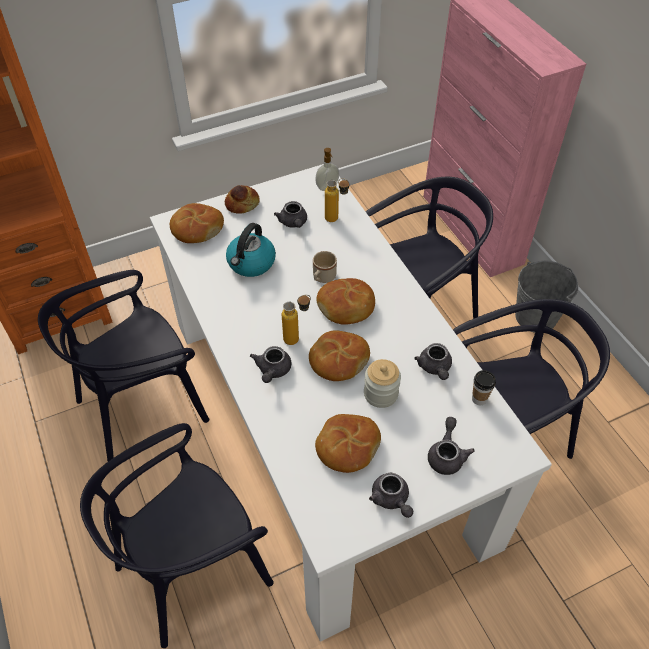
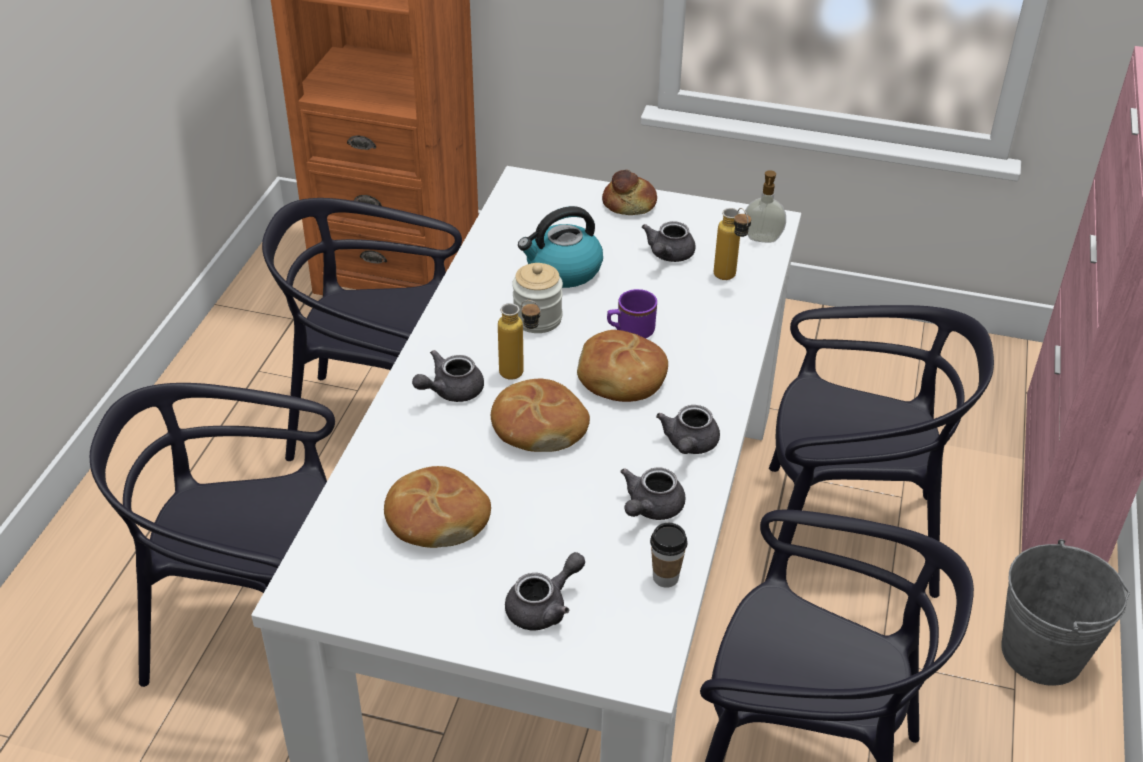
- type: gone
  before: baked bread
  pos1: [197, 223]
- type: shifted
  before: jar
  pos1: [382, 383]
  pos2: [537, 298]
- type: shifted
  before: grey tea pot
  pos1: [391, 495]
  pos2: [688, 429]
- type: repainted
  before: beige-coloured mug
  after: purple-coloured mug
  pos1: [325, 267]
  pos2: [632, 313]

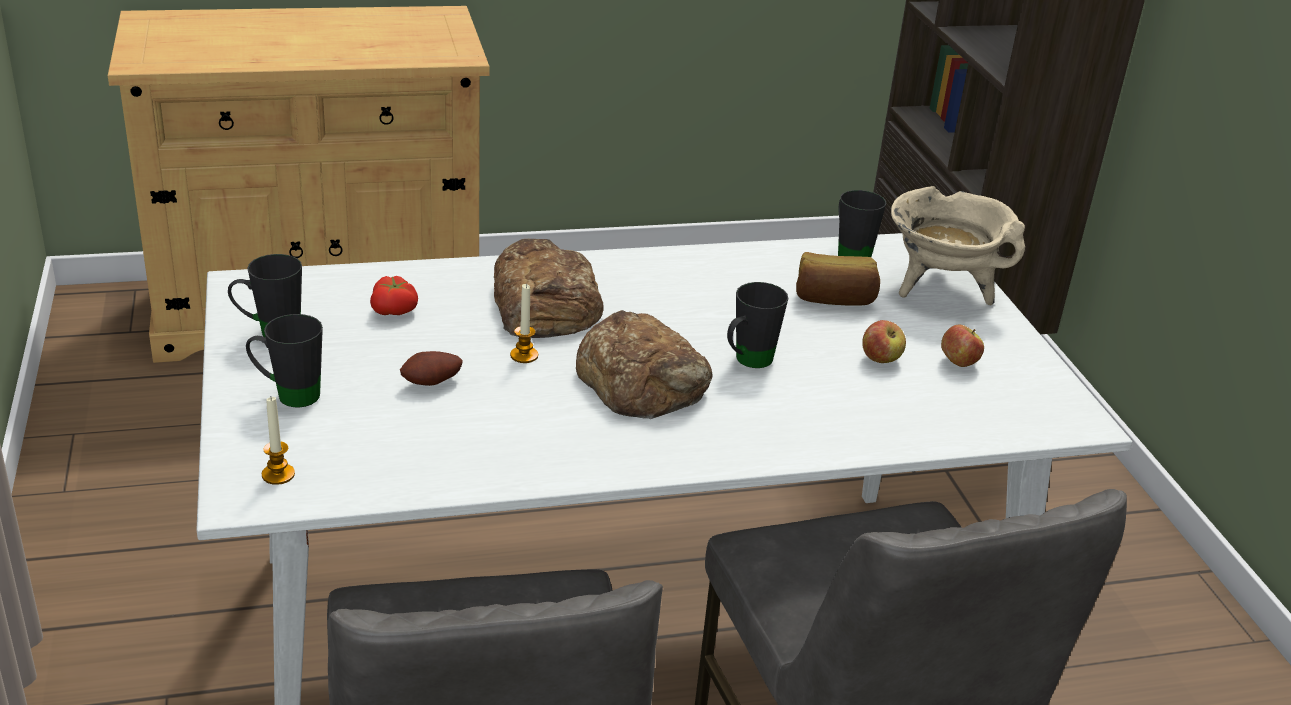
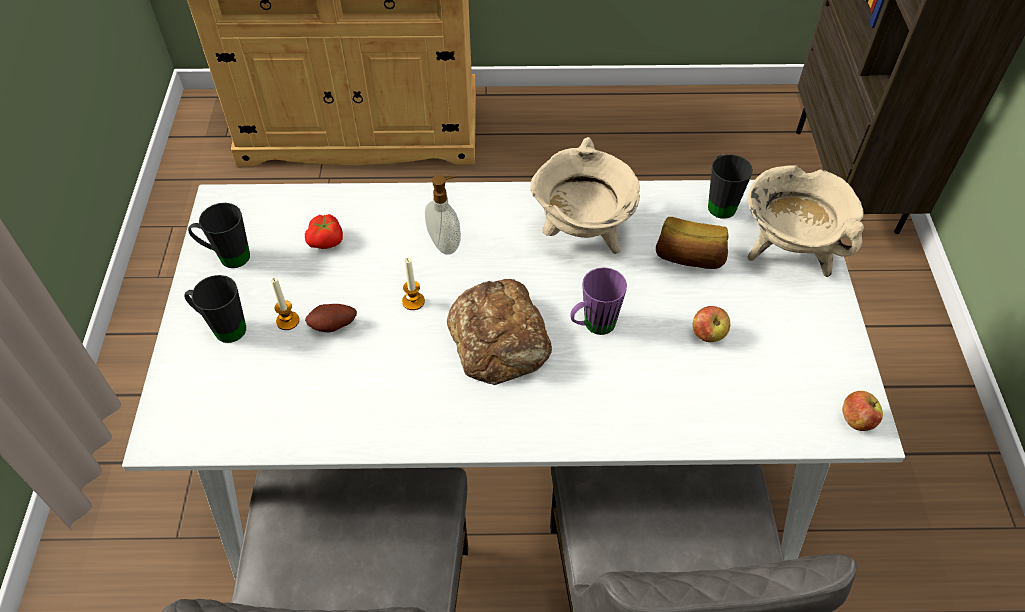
- type: new
  after: beige-coloured stockpot
  pos2: [585, 195]
- type: shifted
  before: wax light
  pos1: [278, 441]
  pos2: [285, 304]
- type: shifted
  before: apple
  pos1: [962, 346]
  pos2: [862, 411]
- type: swapped
  before: baked bread
  after: liquid soap bottle
  pos1: [549, 288]
  pos2: [443, 215]
- type: repainted
  before: black-coloured mug
  after: purple-coloured mug
  pos1: [757, 325]
  pos2: [598, 301]

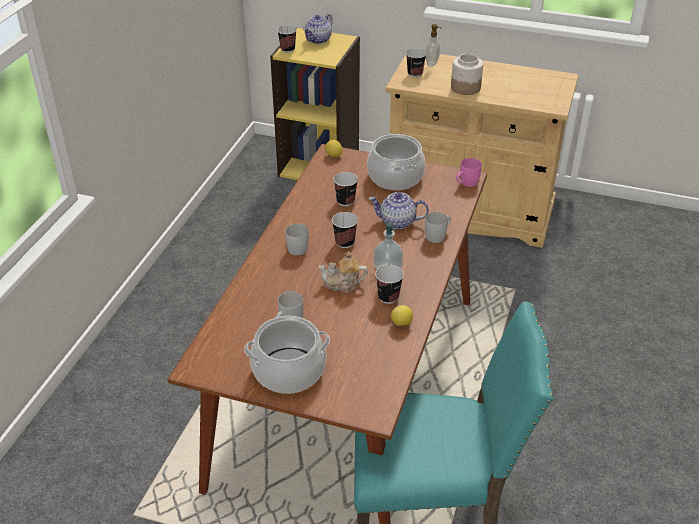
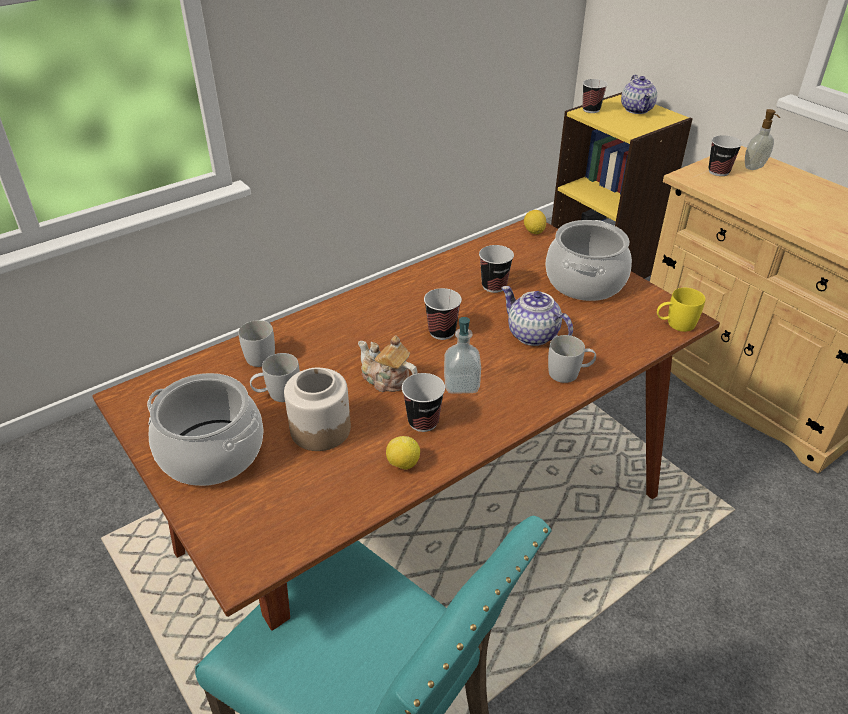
- type: shifted
  before: white mug
  pos1: [297, 239]
  pos2: [256, 343]
- type: shifted
  before: jar
  pos1: [467, 74]
  pos2: [317, 409]
- type: repainted
  before: pinkish mug
  after: yellowish mug
  pos1: [469, 172]
  pos2: [681, 310]
- type: rotated
  before: tea pot
  pos1: [318, 29]
  pos2: [639, 94]
  turn: -75

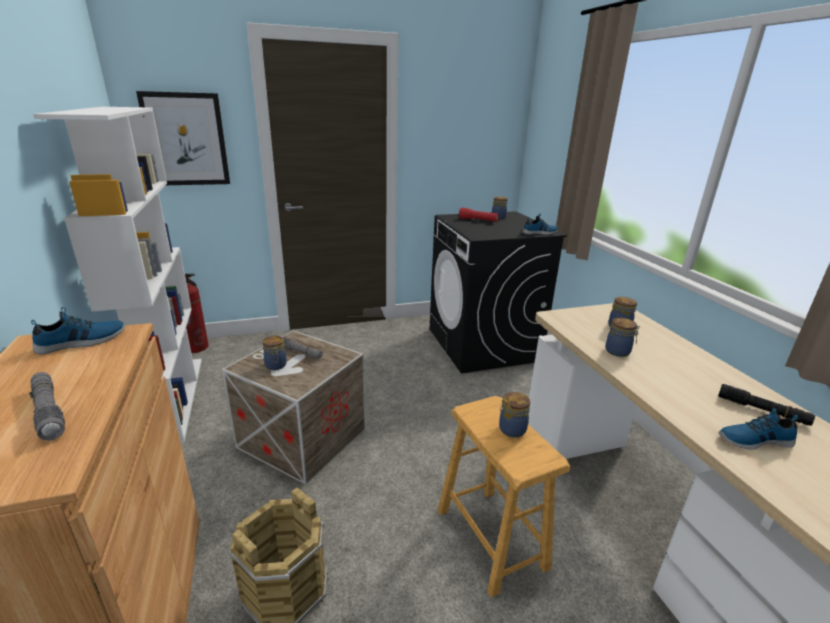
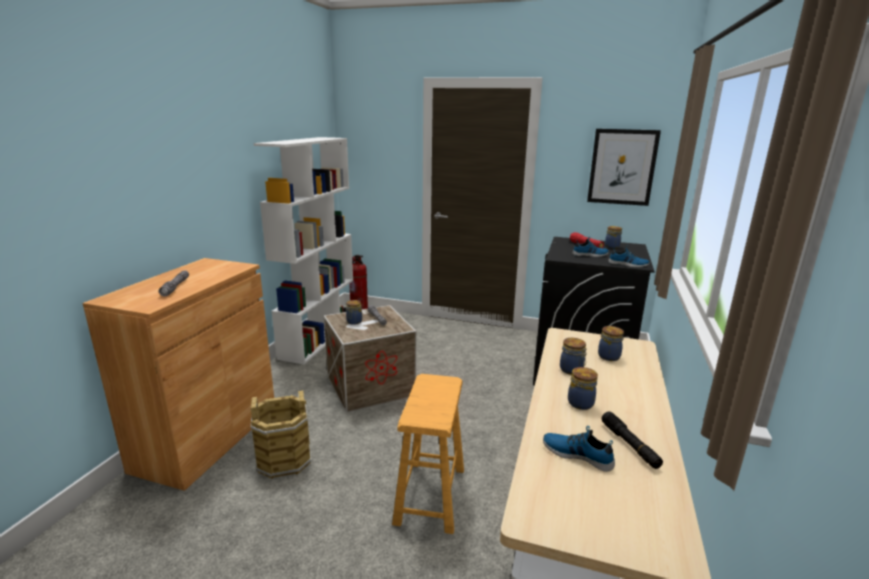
- type: shifted
  before: item of footwear
  pos1: [78, 330]
  pos2: [590, 247]
- type: shifted
  before: wall picture
  pos1: [183, 138]
  pos2: [624, 167]
- type: shifted
  before: jar
  pos1: [514, 414]
  pos2: [583, 388]

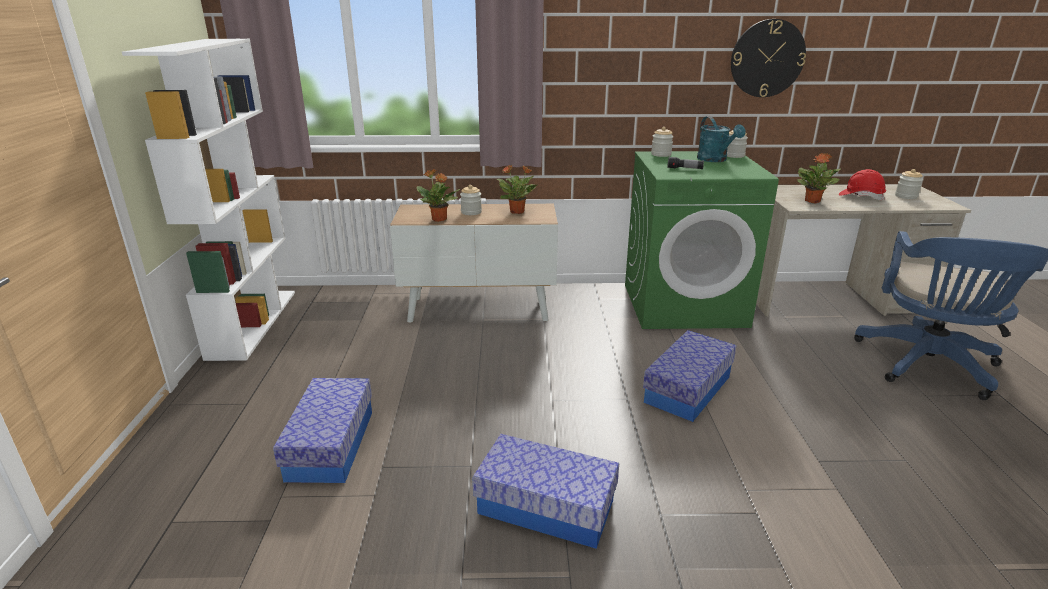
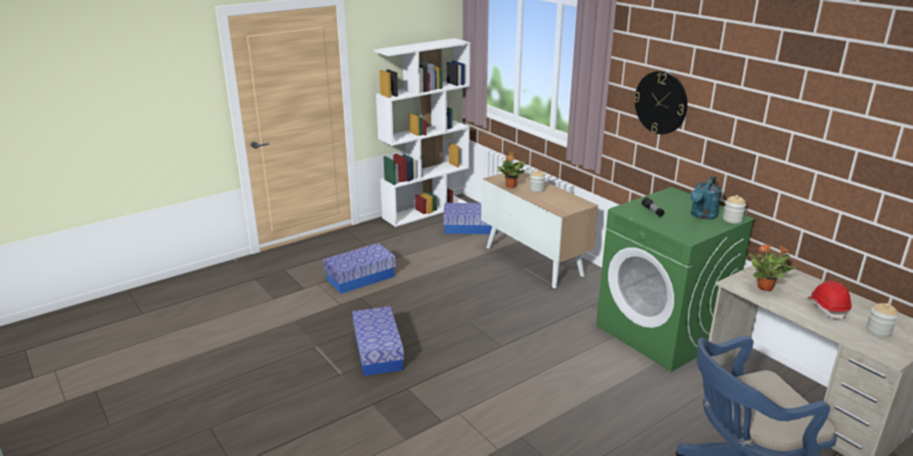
- type: gone
  before: houseplant
  pos1: [517, 189]
- type: gone
  before: jar
  pos1: [662, 142]
- type: shifted
  before: storage box
  pos1: [689, 376]
  pos2: [470, 218]
- type: shifted
  before: hanging clock
  pos1: [768, 58]
  pos2: [660, 102]

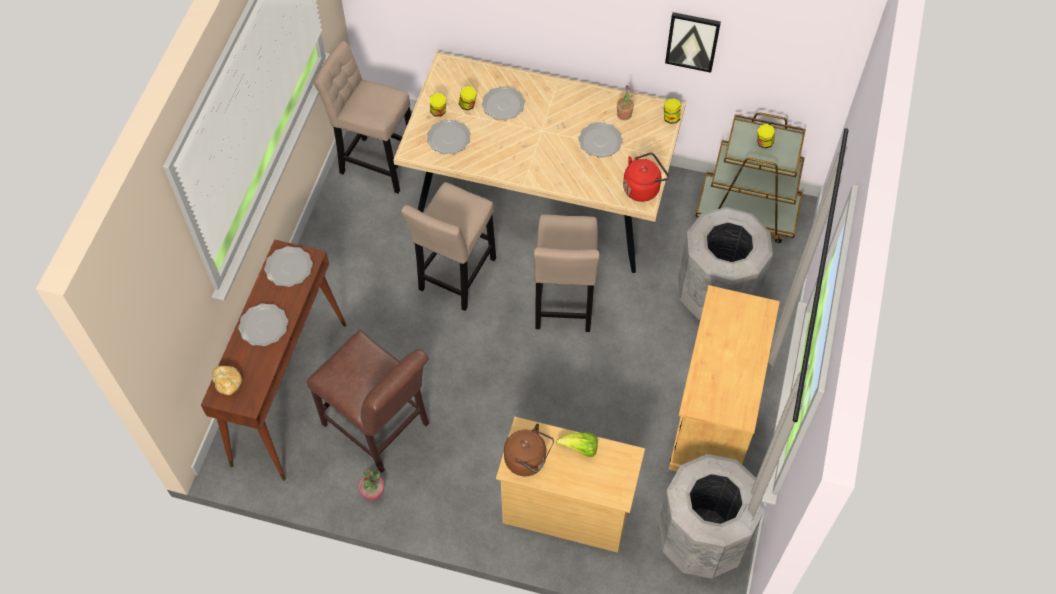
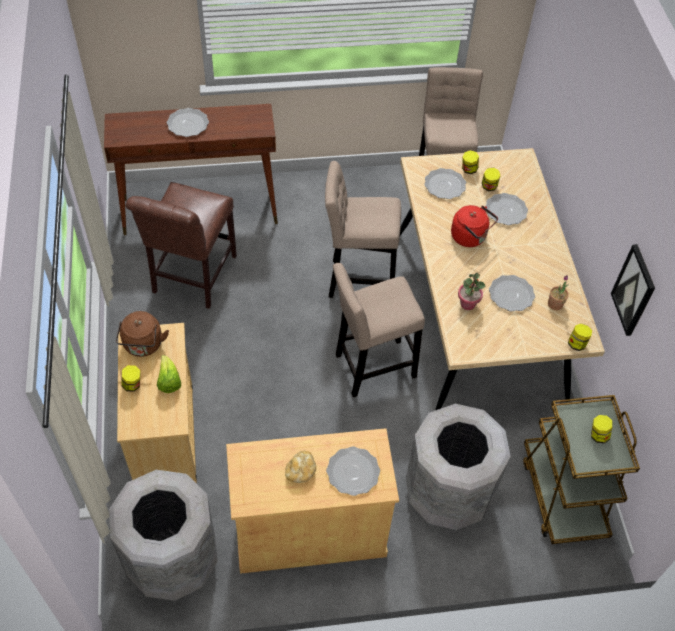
- type: new
  after: jar
  pos2: [131, 378]
- type: shifted
  before: baked bread
  pos1: [227, 380]
  pos2: [300, 466]
- type: shifted
  before: dinner plate
  pos1: [288, 266]
  pos2: [353, 471]
- type: shifted
  before: houseplant
  pos1: [371, 485]
  pos2: [472, 291]
- type: shifted
  before: red-coloured water kettle
  pos1: [646, 177]
  pos2: [474, 226]

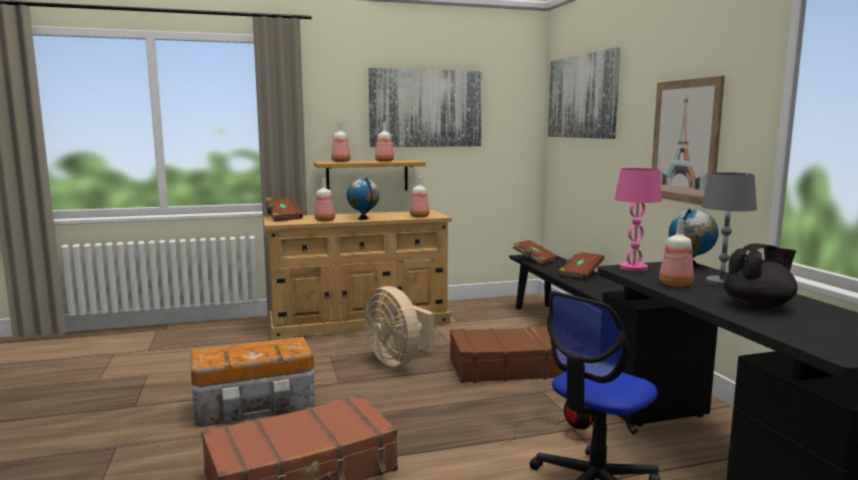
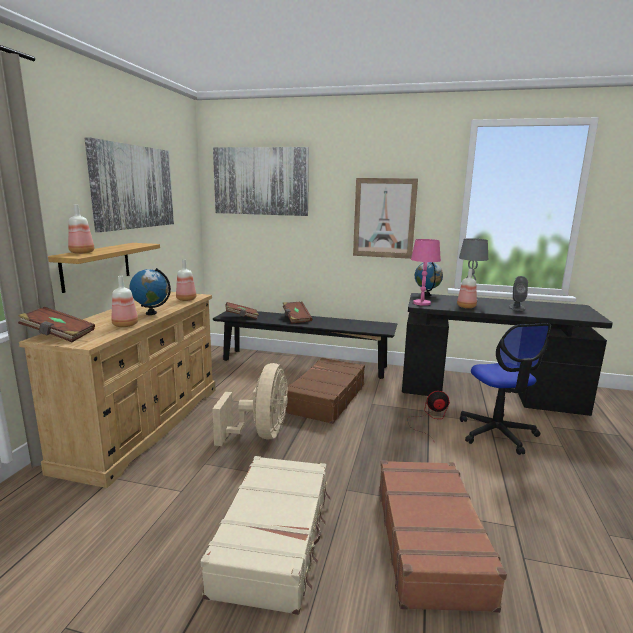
- type: gone
  before: bottle
  pos1: [384, 142]
- type: swapped
  before: storage box
  after: beige-coloured suitcase
  pos1: [253, 382]
  pos2: [265, 535]
- type: swapped
  before: black-coloured tea pot
  after: grey audio speaker
  pos1: [760, 276]
  pos2: [518, 293]
- type: rotated
  before: beige-coloured cooling fan
  pos1: [399, 326]
  pos2: [250, 404]
  turn: -75

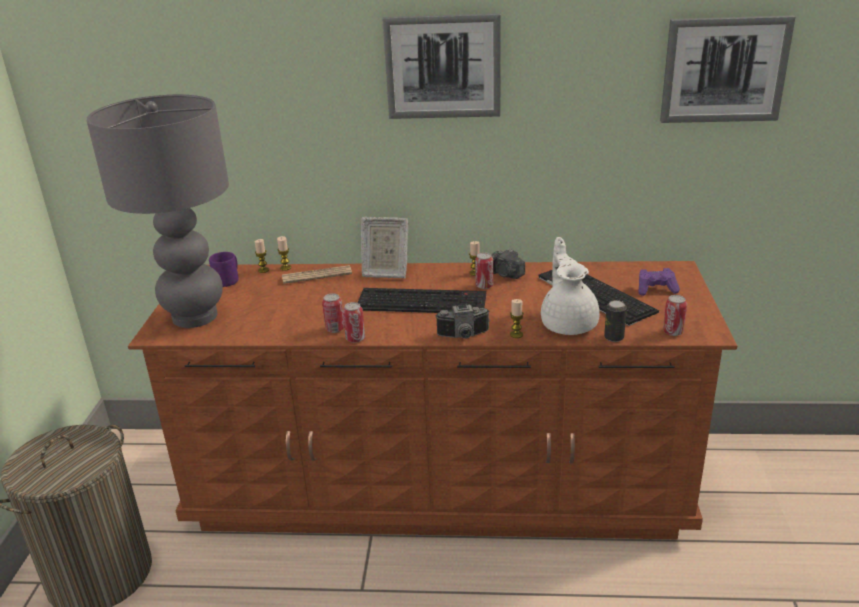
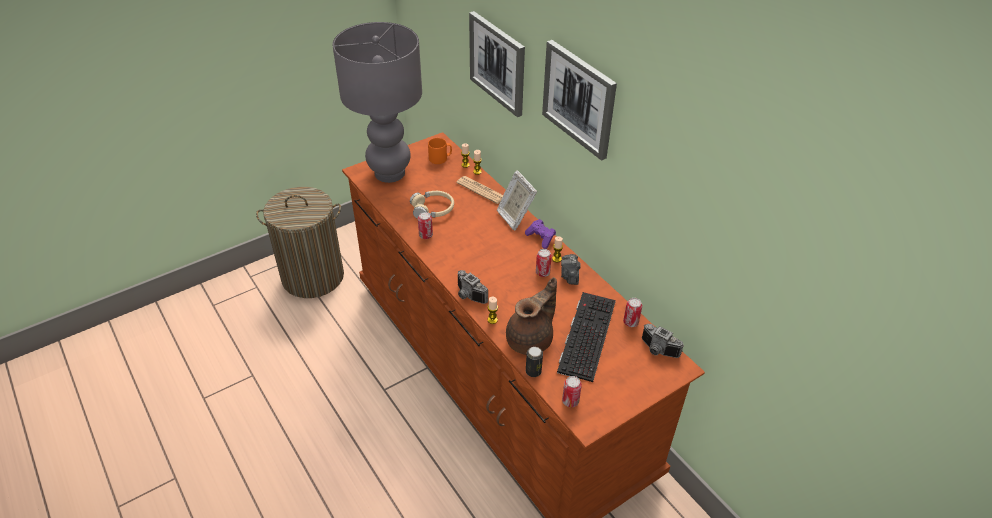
- type: gone
  before: keyboard
  pos1: [422, 300]
- type: new
  after: beige-coloured headset
  pos2: [432, 205]
- type: new
  after: photo camera
  pos2: [663, 341]
- type: shifted
  before: metal can
  pos1: [354, 322]
  pos2: [632, 312]
- type: shifted
  before: purple-coloured game controller
  pos1: [659, 282]
  pos2: [540, 234]
- type: shifted
  before: wall picture
  pos1: [727, 69]
  pos2: [497, 64]
- type: repainted
  before: purple-coloured mug
  after: orange mug
  pos1: [224, 269]
  pos2: [440, 151]
- type: repainted
  before: white tea pot
  after: brown tea pot
  pos1: [570, 286]
  pos2: [531, 316]

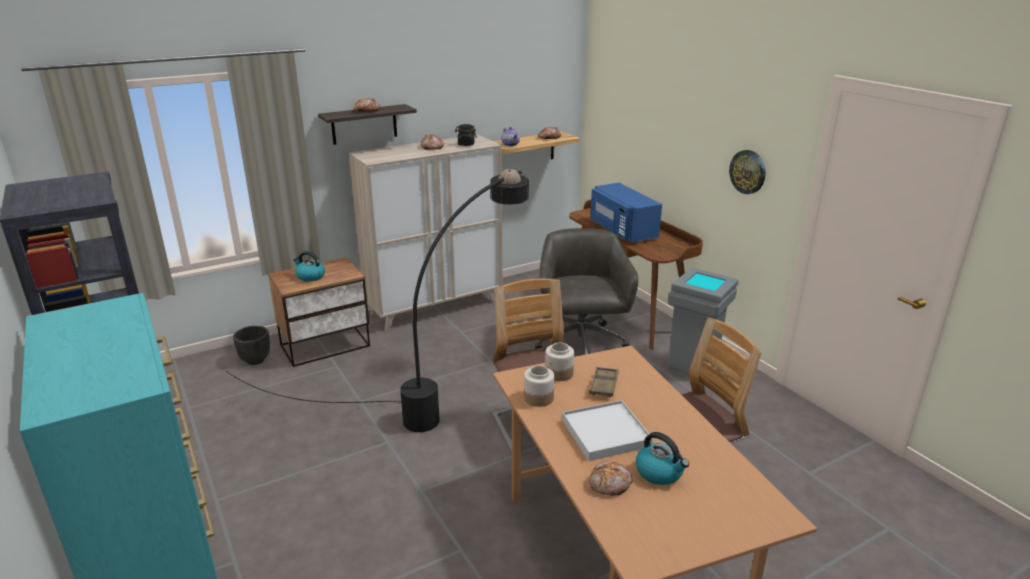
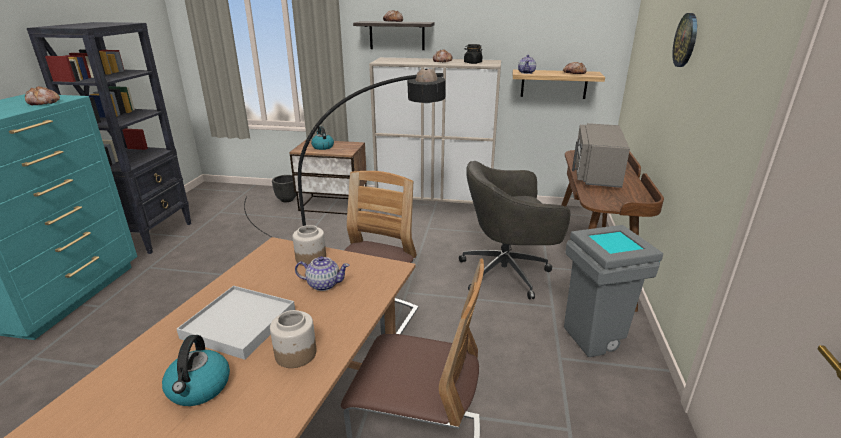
- type: shifted
  before: jar
  pos1: [539, 386]
  pos2: [293, 339]
- type: shifted
  before: baked bread
  pos1: [610, 479]
  pos2: [42, 95]
- type: shifted
  before: hanging clock
  pos1: [747, 172]
  pos2: [684, 40]
- type: swapped
  before: brown tray
  after: tea pot
  pos1: [604, 382]
  pos2: [322, 273]
- type: repainted
  before: bluish microwave oven
  after: grey microwave oven
  pos1: [626, 212]
  pos2: [601, 155]
- type: rotated
  before: grey office chair
  pos1: [586, 291]
  pos2: [514, 230]
  turn: -135

